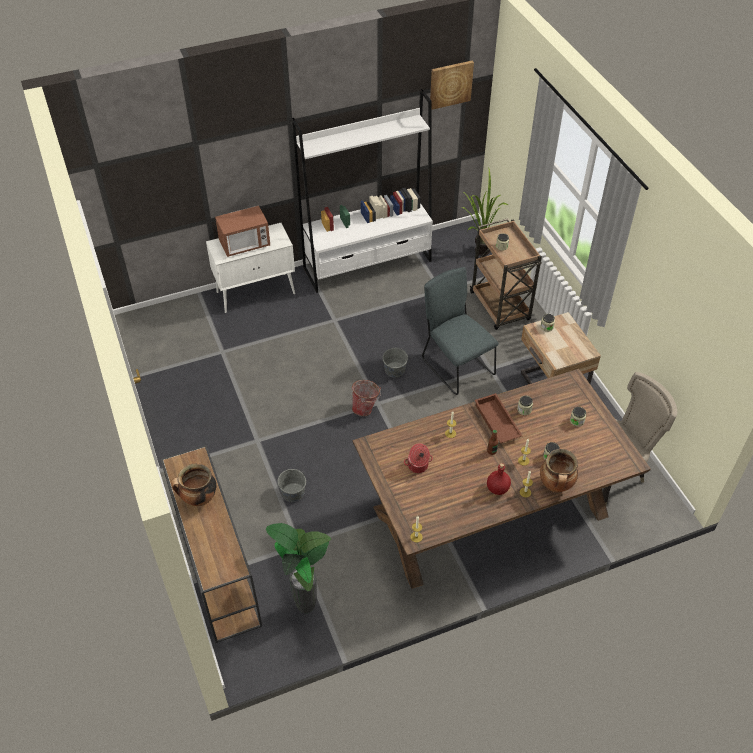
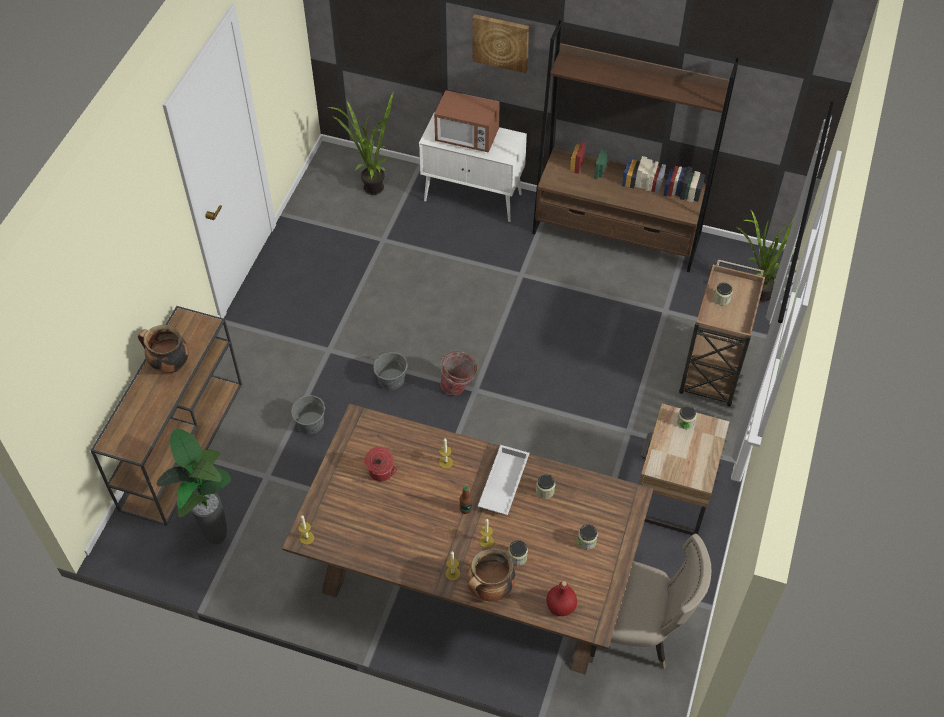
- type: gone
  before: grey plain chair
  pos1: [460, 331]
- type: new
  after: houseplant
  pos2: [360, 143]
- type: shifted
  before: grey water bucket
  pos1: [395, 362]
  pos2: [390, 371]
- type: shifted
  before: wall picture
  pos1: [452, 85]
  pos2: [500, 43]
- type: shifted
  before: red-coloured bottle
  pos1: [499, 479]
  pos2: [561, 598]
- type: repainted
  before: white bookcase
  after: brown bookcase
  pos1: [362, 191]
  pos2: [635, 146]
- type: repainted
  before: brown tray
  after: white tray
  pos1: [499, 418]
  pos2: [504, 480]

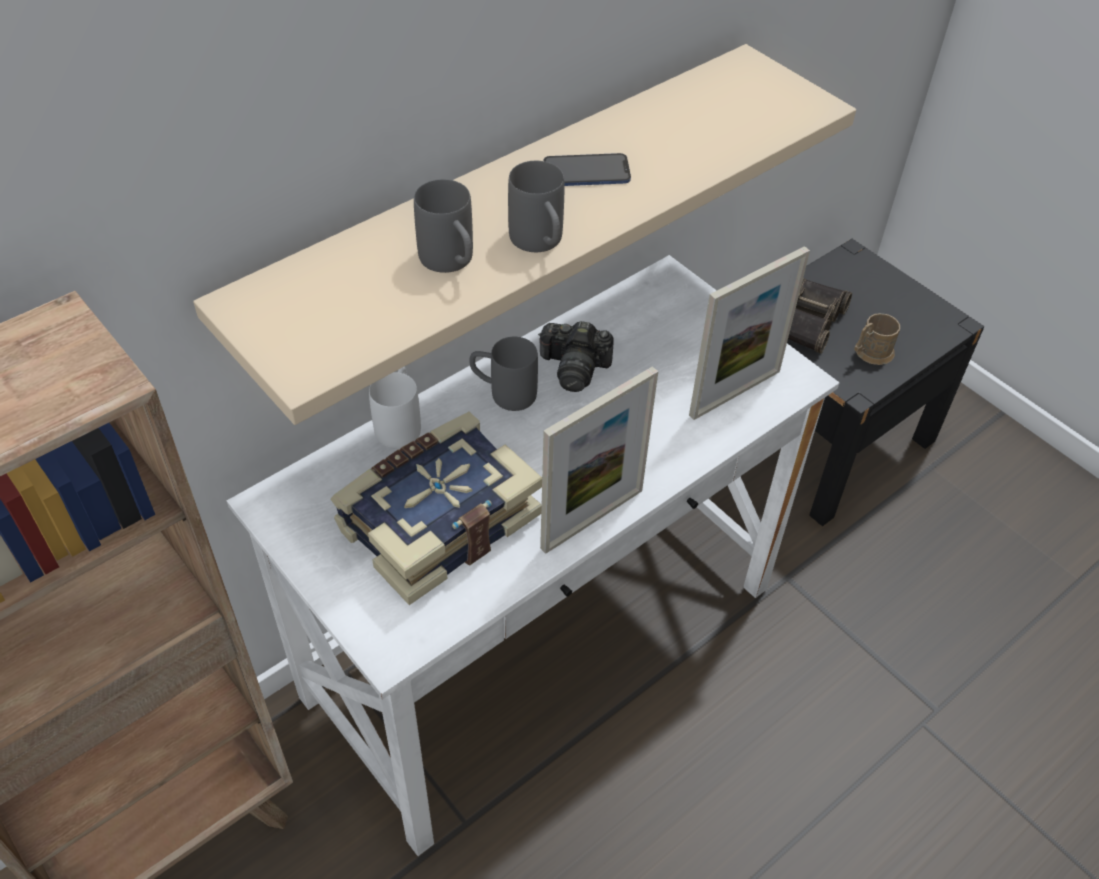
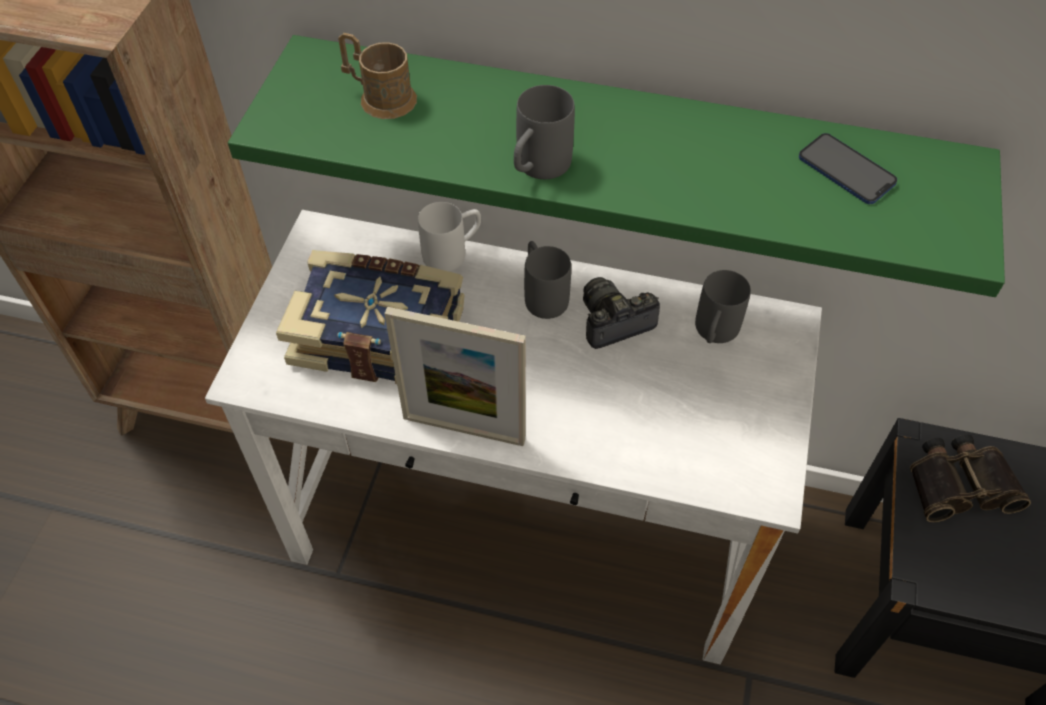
- type: gone
  before: picture frame
  pos1: [749, 333]
- type: shifted
  before: grey mug
  pos1: [443, 226]
  pos2: [723, 306]
- type: shifted
  before: handset
  pos1: [587, 169]
  pos2: [848, 168]
- type: shifted
  before: brown mug
  pos1: [877, 339]
  pos2: [377, 76]
- type: repainted
  before: beige-coloured bracket shelf
  after: greenish bracket shelf
  pos1: [524, 234]
  pos2: [616, 166]
- type: rotated
  before: photo camera
  pos1: [576, 356]
  pos2: [621, 313]
  turn: 90

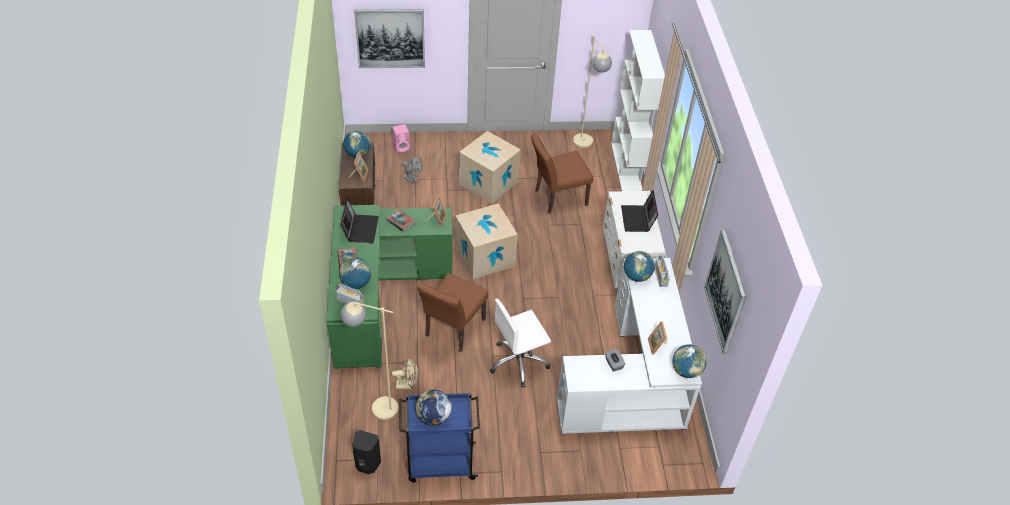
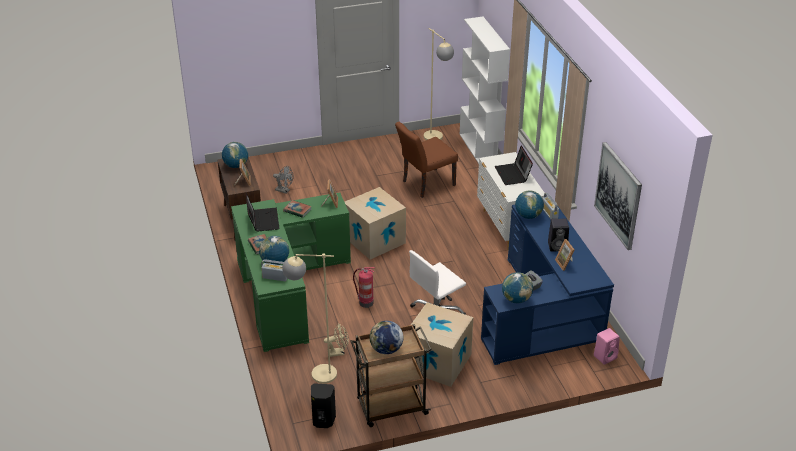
- type: gone
  before: wall picture
  pos1: [389, 38]
- type: new
  after: black-coloured audio speaker
  pos2: [558, 235]
- type: shifted
  before: pinkish audio speaker
  pos1: [401, 138]
  pos2: [607, 346]
- type: shifted
  before: carton
  pos1: [490, 167]
  pos2: [442, 344]
- type: shifted
  before: globe
  pos1: [689, 361]
  pos2: [517, 287]
- type: swapped
  before: brown plain chair
  after: fire-fighting cylinder
  pos1: [452, 312]
  pos2: [364, 287]
- type: repainted
  before: bluish cart
  after: brown cart
  pos1: [439, 437]
  pos2: [391, 375]
- type: repainted
  before: white desk unit
  after: bluish desk unit
  pos1: [629, 346]
  pos2: [547, 285]

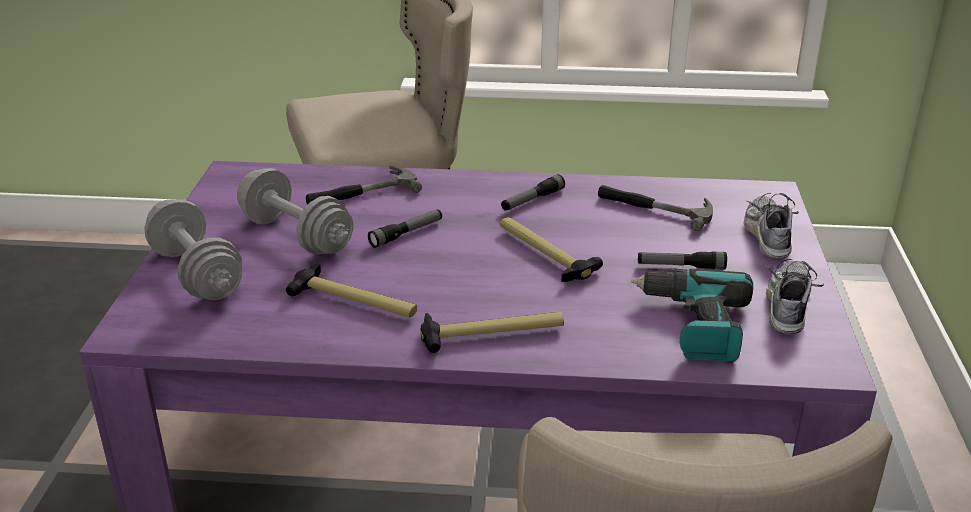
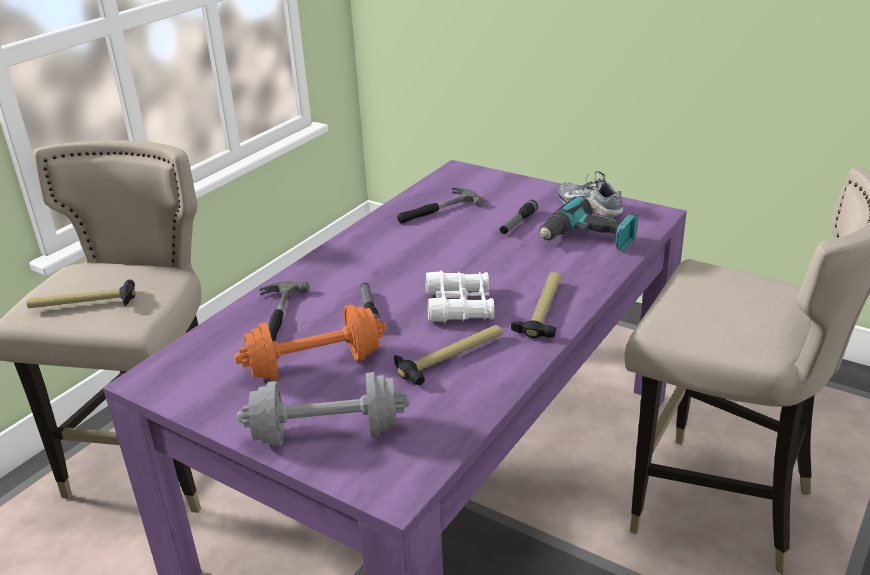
- type: gone
  before: torch
  pos1: [533, 192]
- type: gone
  before: item of footwear
  pos1: [771, 226]
- type: new
  after: white pair of binoculars
  pos2: [460, 296]
- type: shifted
  before: hand hammer
  pos1: [551, 249]
  pos2: [81, 294]
- type: repainted
  before: grey free weight
  after: orange free weight
  pos1: [295, 211]
  pos2: [310, 343]

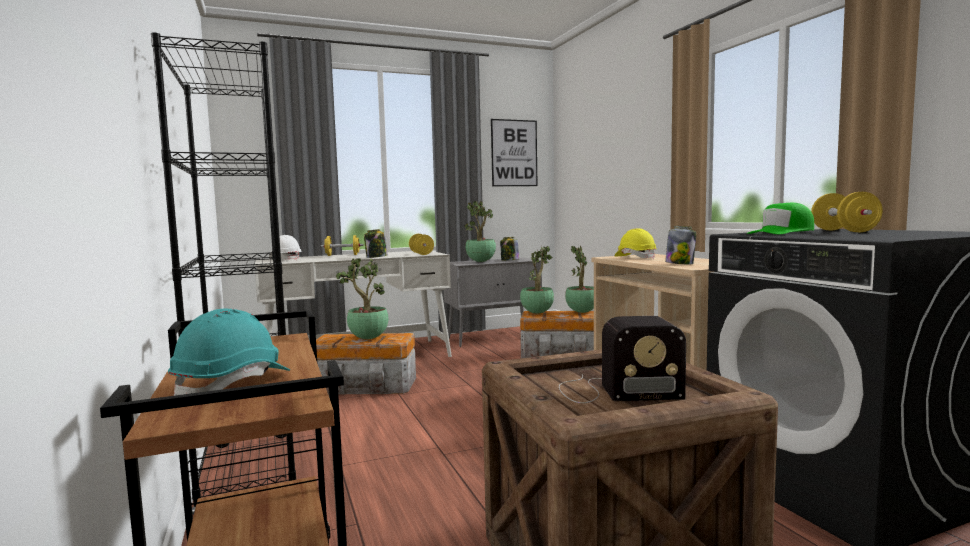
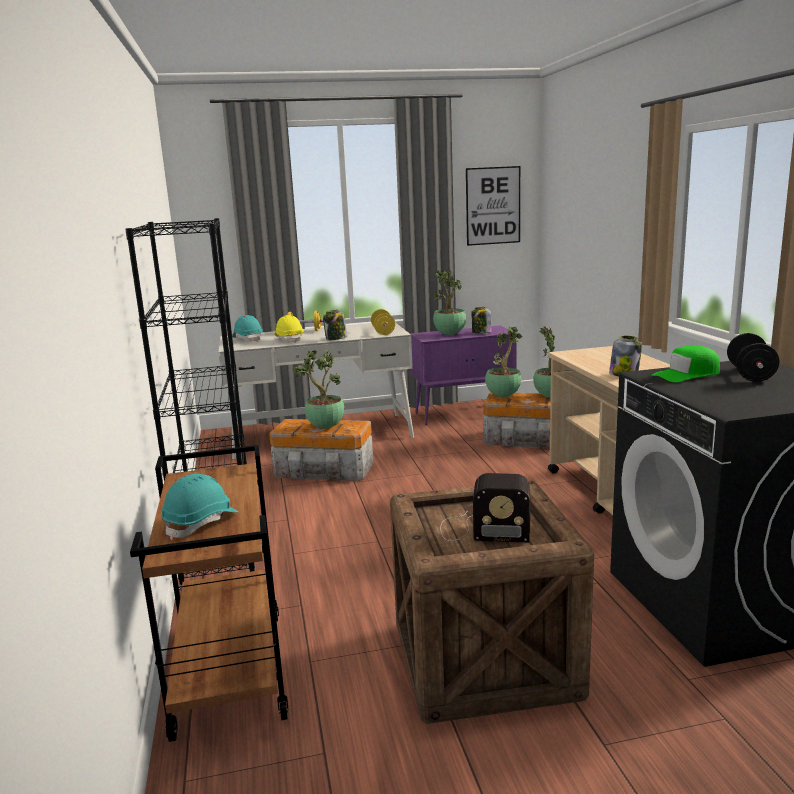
- type: shifted
  before: yellowish hard hat
  pos1: [635, 243]
  pos2: [289, 329]
- type: repainted
  before: white hard hat
  after: turquoise hard hat
  pos1: [285, 247]
  pos2: [247, 328]
- type: repainted
  before: grey storage cabinet
  after: purple-coloured storage cabinet
  pos1: [493, 302]
  pos2: [463, 375]
- type: repainted
  before: yellowish free weight
  after: black-coloured free weight
  pos1: [847, 212]
  pos2: [753, 357]

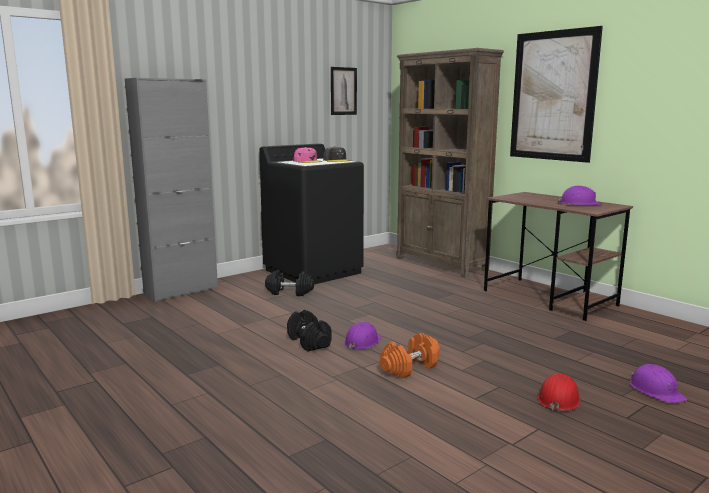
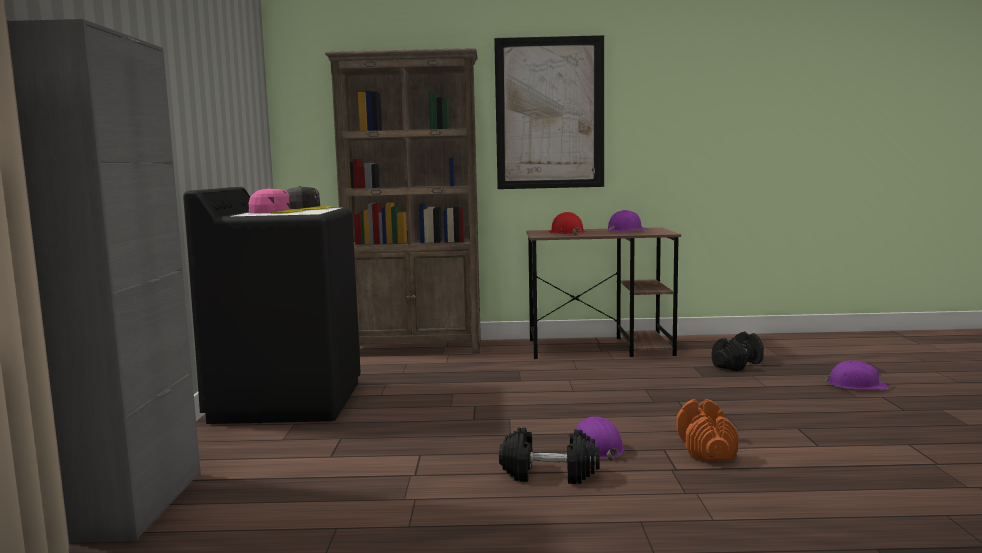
- type: gone
  before: wall picture
  pos1: [344, 91]
- type: shifted
  before: black-coloured free weight
  pos1: [289, 283]
  pos2: [738, 351]
- type: shifted
  before: red-coloured hard hat
  pos1: [559, 393]
  pos2: [567, 223]

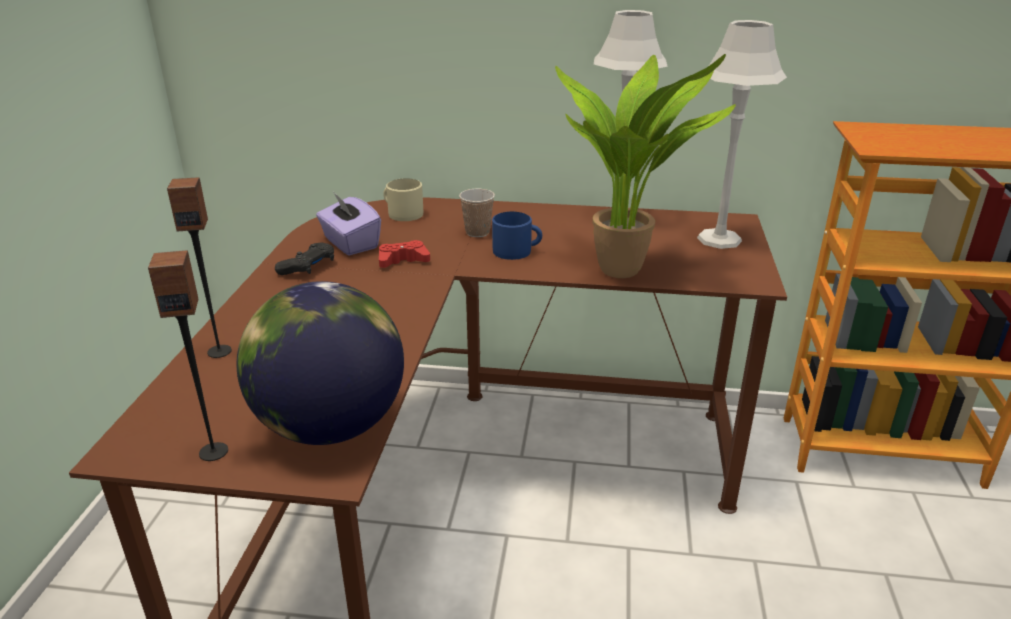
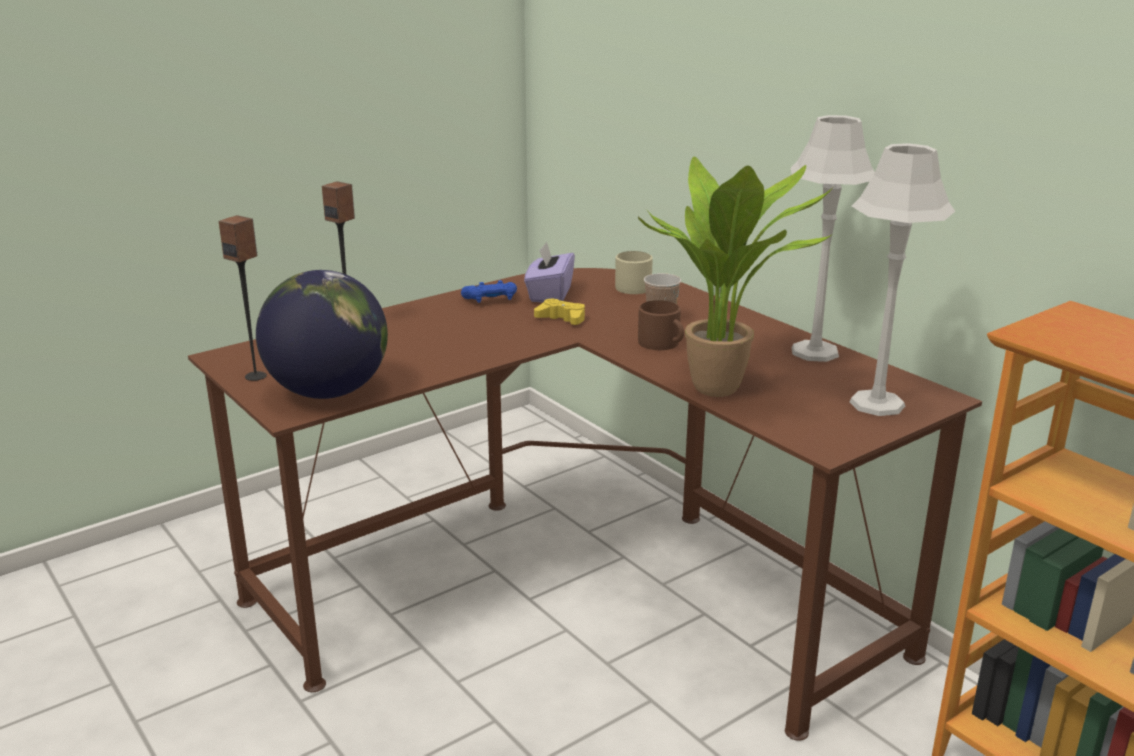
- type: repainted
  before: black-coloured game controller
  after: bluish game controller
  pos1: [304, 259]
  pos2: [489, 291]
- type: repainted
  before: red-coloured game controller
  after: yellowish game controller
  pos1: [404, 254]
  pos2: [559, 312]
- type: repainted
  before: bluish mug
  after: brown mug
  pos1: [517, 236]
  pos2: [661, 325]

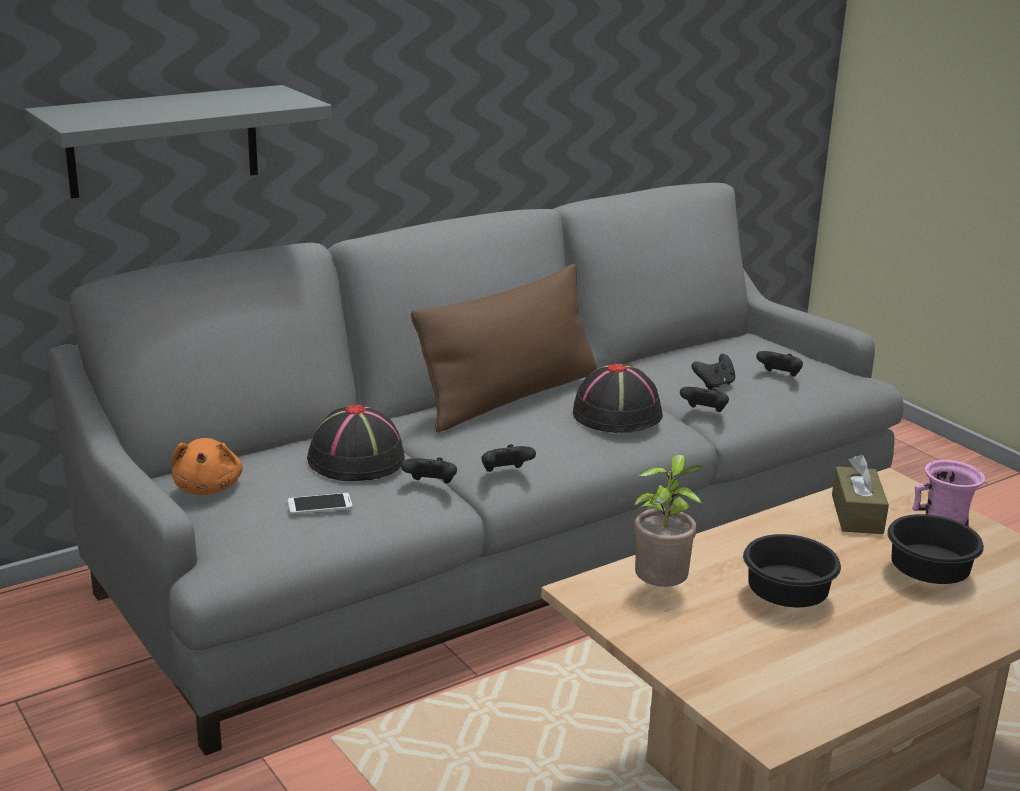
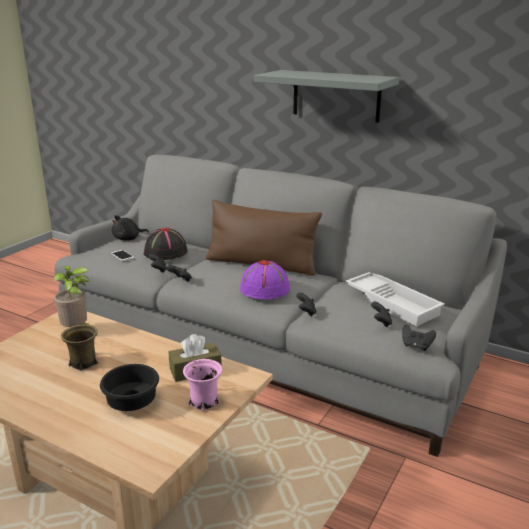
- type: new
  after: white tray
  pos2: [395, 299]
- type: shifted
  before: grey bracket shelf
  pos1: [178, 142]
  pos2: [326, 96]
- type: shifted
  before: black-coloured game controller
  pos1: [713, 372]
  pos2: [419, 337]
- type: swapped
  before: black-coloured deep dish
  after: brown mug
  pos1: [792, 570]
  pos2: [79, 347]
- type: repainted
  before: orange plush toy
  after: black-coloured plush toy
  pos1: [207, 466]
  pos2: [130, 228]
- type: repainted
  before: black-coloured wearable hat
  after: purple-coloured wearable hat
  pos1: [618, 398]
  pos2: [265, 280]

